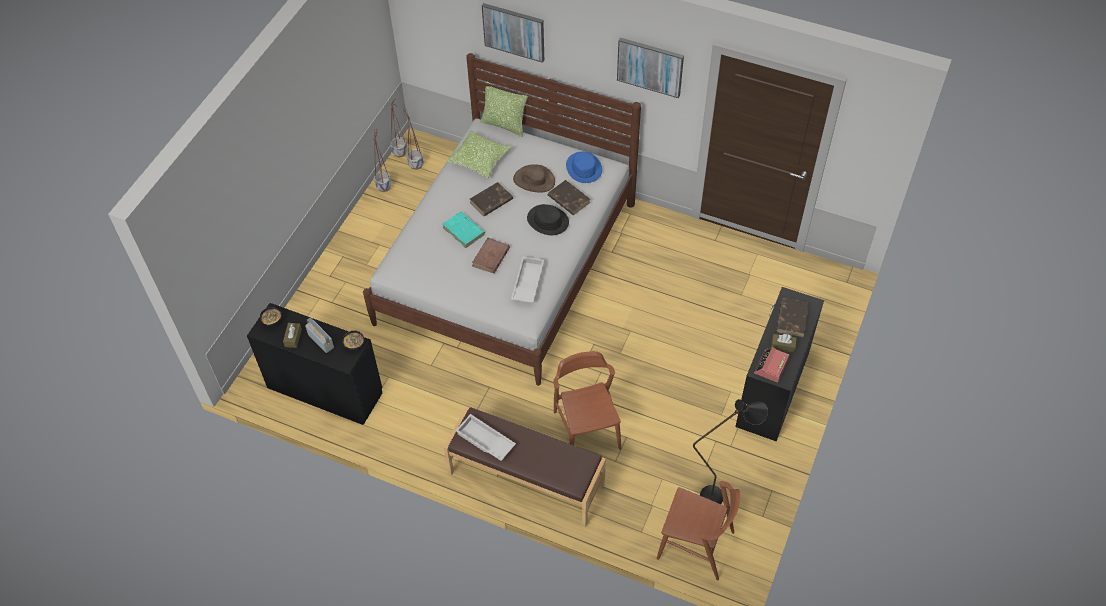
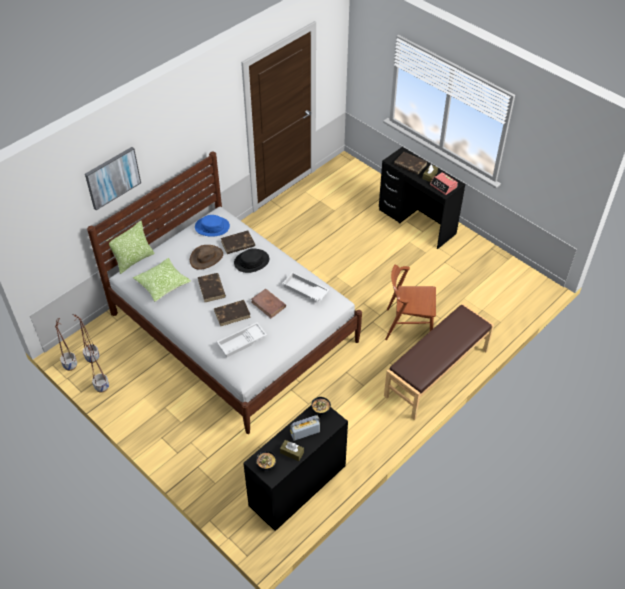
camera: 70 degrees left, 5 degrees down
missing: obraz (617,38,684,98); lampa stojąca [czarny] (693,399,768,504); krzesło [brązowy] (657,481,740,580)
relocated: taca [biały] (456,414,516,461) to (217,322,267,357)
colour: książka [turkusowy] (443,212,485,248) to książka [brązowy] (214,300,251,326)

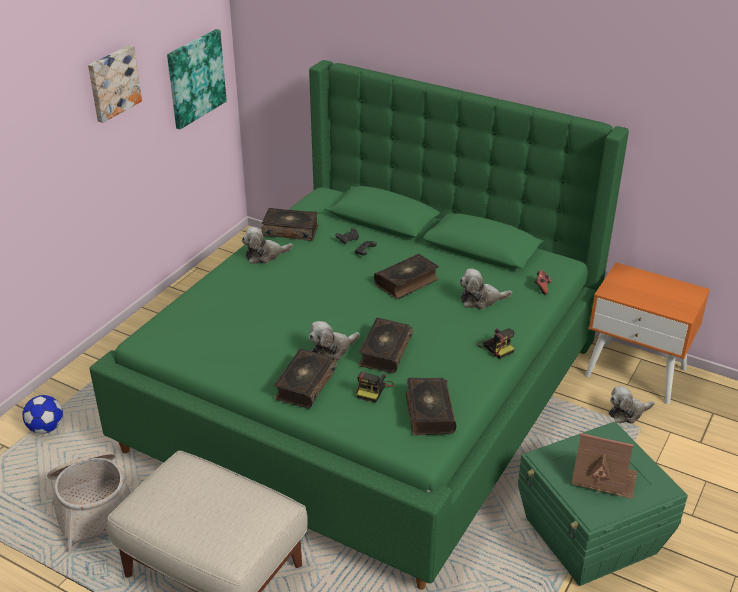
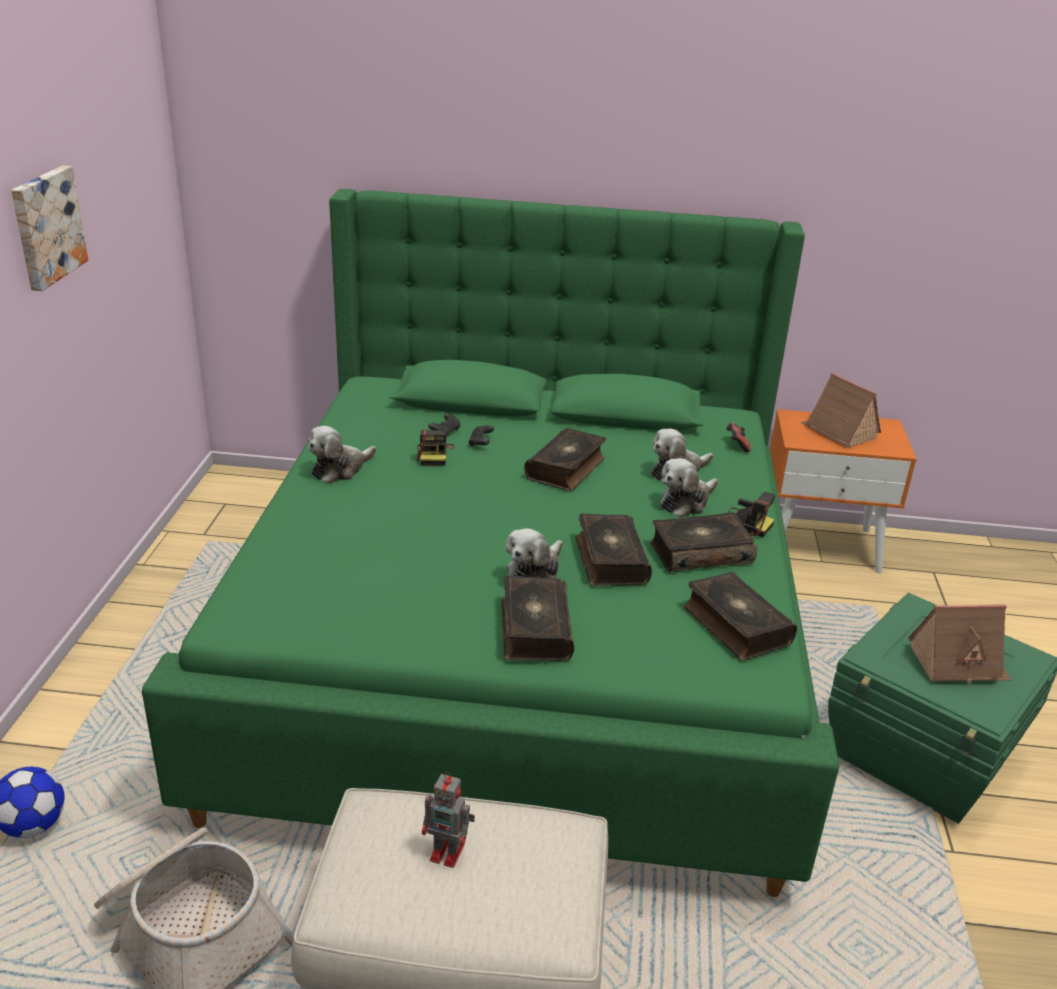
camera: 25 degrees left, 5 degrees down
missing: obraz (167,29,227,129)
appeared: domek (801,373,881,448); robot zabawkowy (422,771,475,868)
relocated: książka (262,208,318,241) to (650,512,757,572); aparat fotograficzny (356,372,394,403) to (417,430,455,465); pluszak (608,386,655,424) to (660,458,718,518)

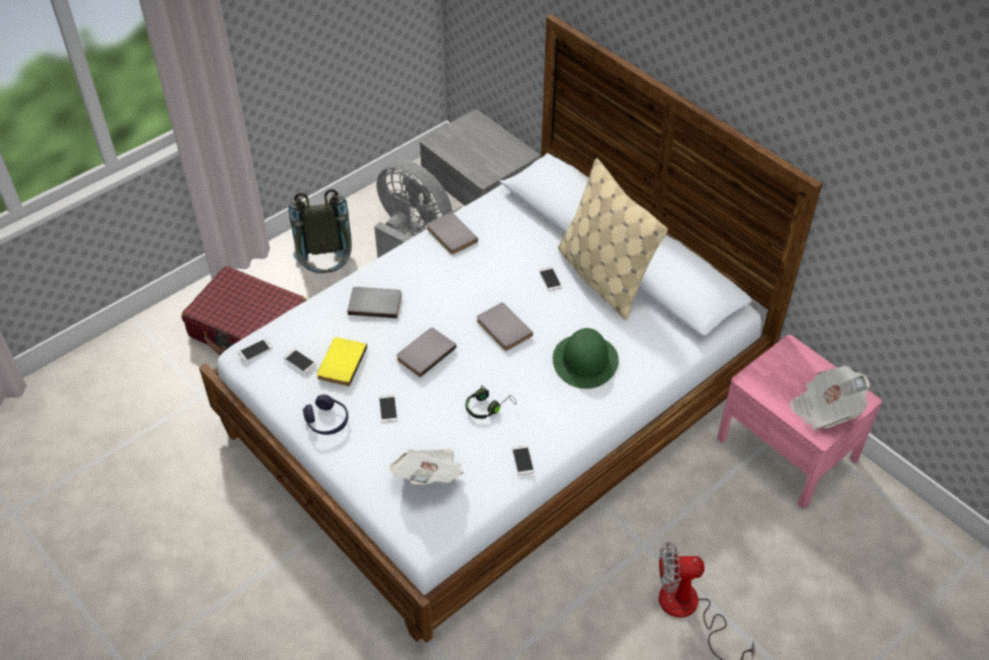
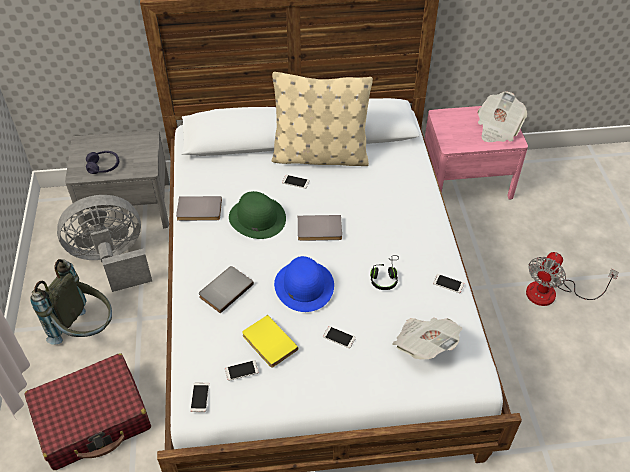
camera: 55 degrees left, 0 degrees up
relocated: kapelusz [zielony] (553,328,619,389) to (229,191,286,239); słuchawki [fioletowy] (303,394,348,435) to (86,151,119,174)
exchanged: książka [szary] (397,328,457,377) to kapelusz [niebieski] (274,256,334,312)

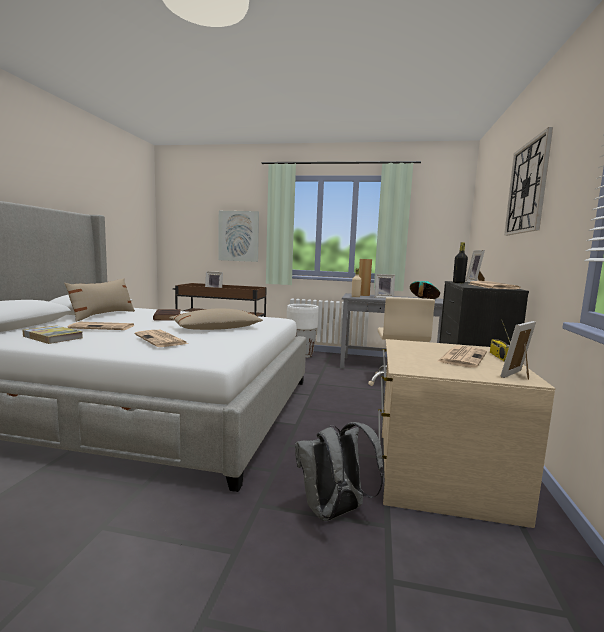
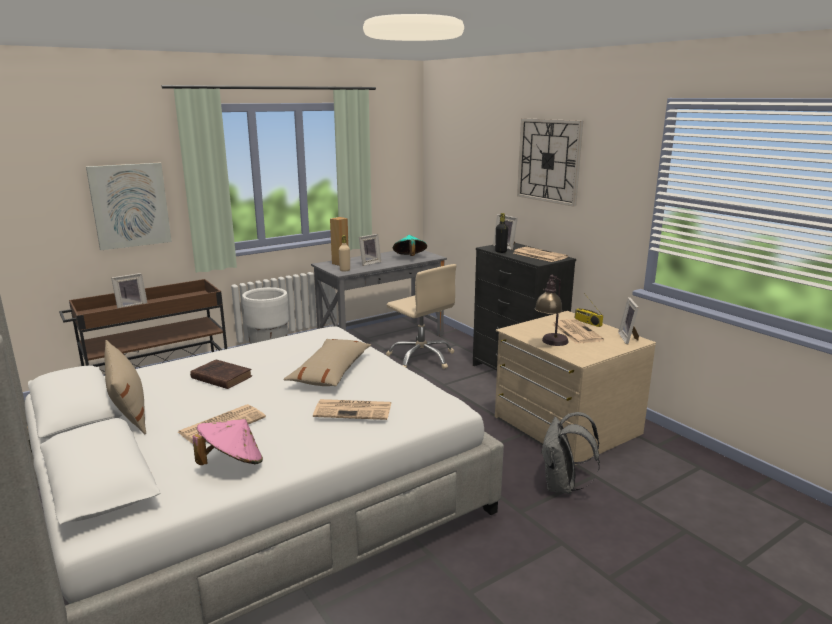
camera: 45 degrees left, 10 degrees up
appeared: lampa stołowa (535,275,569,346)
exchanged: książka (23,325,83,344) to kapelusz [różowy] (193,419,263,465)

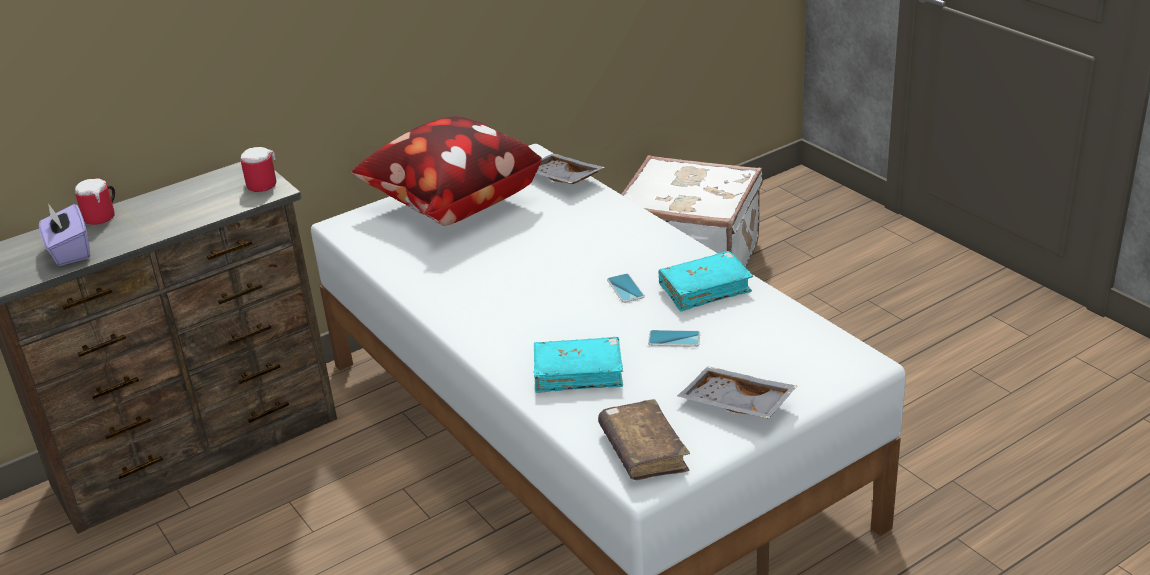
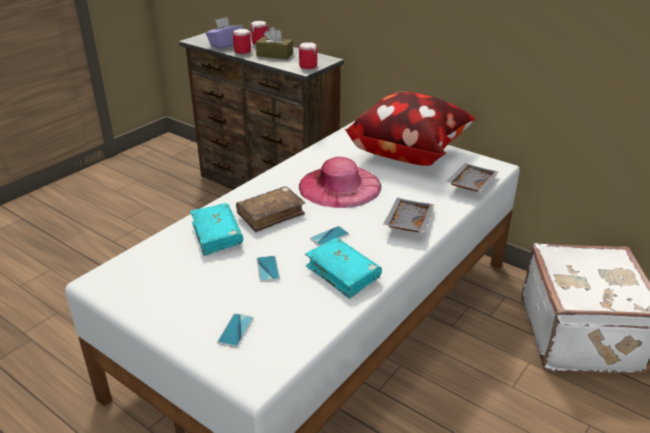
camera: 70 degrees right, 0 degrees up
appeared: pudełko chusteczek [brązowy] (256,27,293,59); kubek (233,29,252,54); kapelusz [różowy] (299,157,382,208); telefon (217,313,254,348)
relocated: taca [szary] (677,366,797,419) to (383,198,435,232); książka [brązowy] (598,399,690,480) to (236,186,305,232)

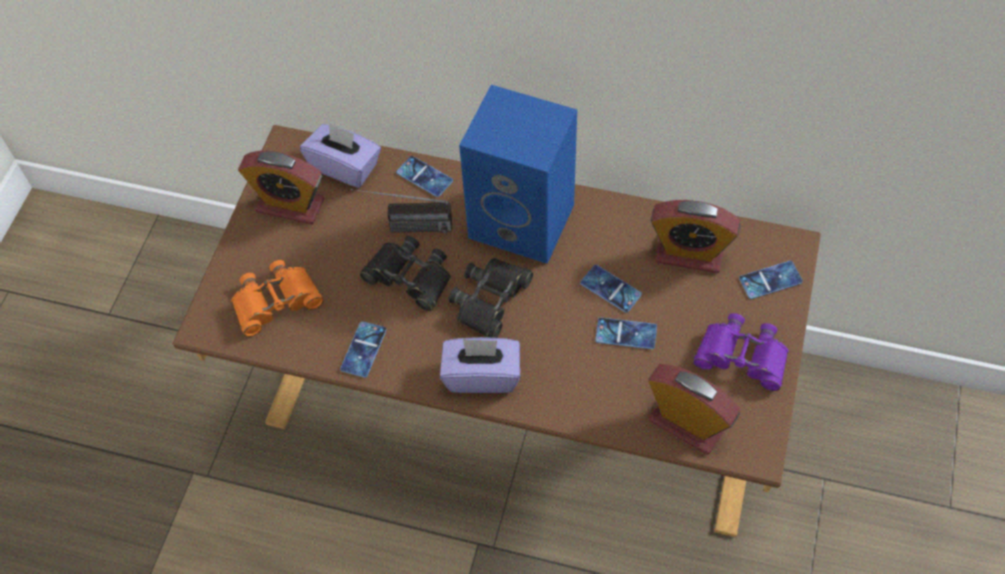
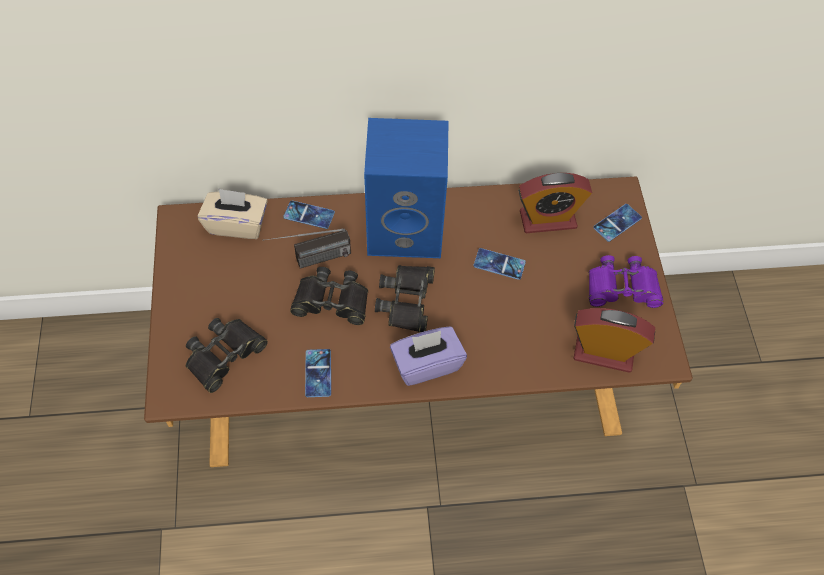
camera: 25 degrees left, 0 degrees up
missing: budzik (238,151,324,225); telefon (595,318,657,349)
colour: pudełko chusteczek [fioletowy] (300,122,381,188) to pudełko chusteczek [beżowy] (198,189,268,239); lornetka [pomarańczowy] (231,260,324,337) to lornetka [czarny] (186,318,268,393)

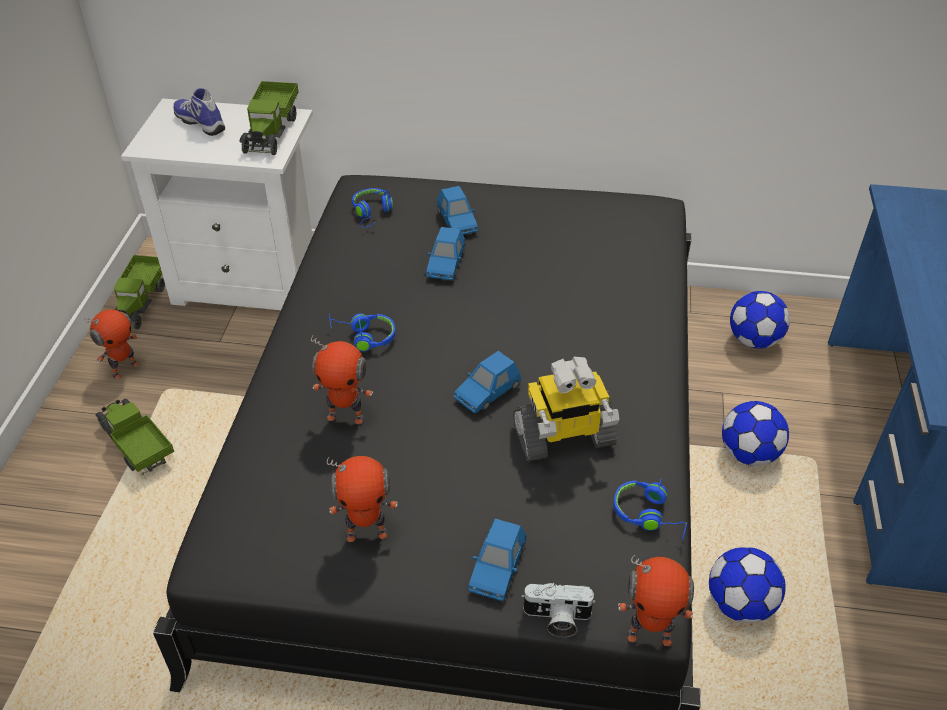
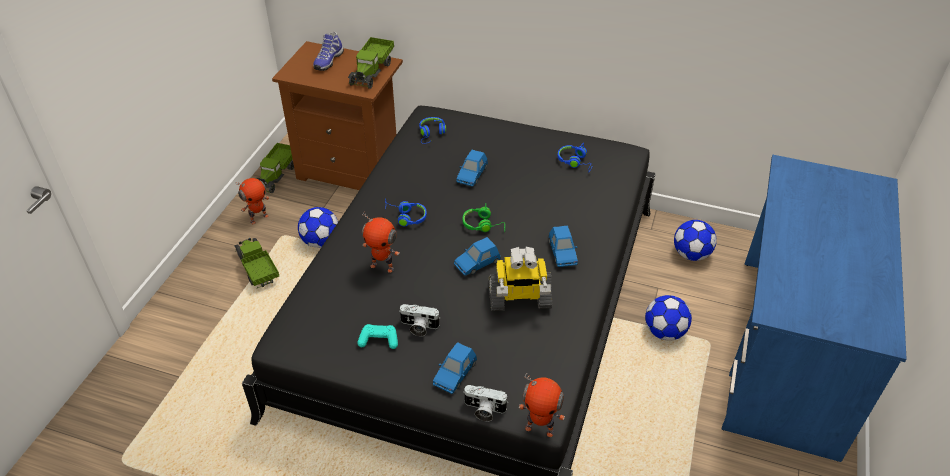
camera: 10 degrees right, 0 degrees up
appeared: słuchawki [zielony] (463,203,505,232); aparat fotograficzny (399,304,440,336)
relocated: samochodzik [niebieski] (437,186,478,235) to (548,226,578,267); słuchawki [niebieski] (613,479,687,541) to (557,143,593,173); piłka futbolowa (709,547,786,623) to (298,207,338,248)
exchanged: robot zabawkowy (327,456,398,542) to pad do gier [turkusowy] (358,324,398,349)
colour: szafka nocna [biały] (121,98,313,310) to szafka nocna [brązowy] (272,41,403,190)
spun: but (173,88,225,136) = (313,32,344,71) 120 degrees counterclockwise

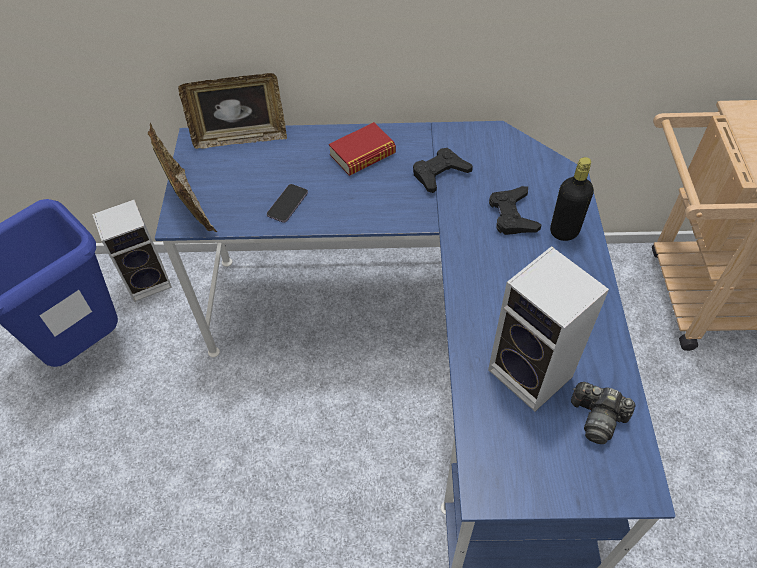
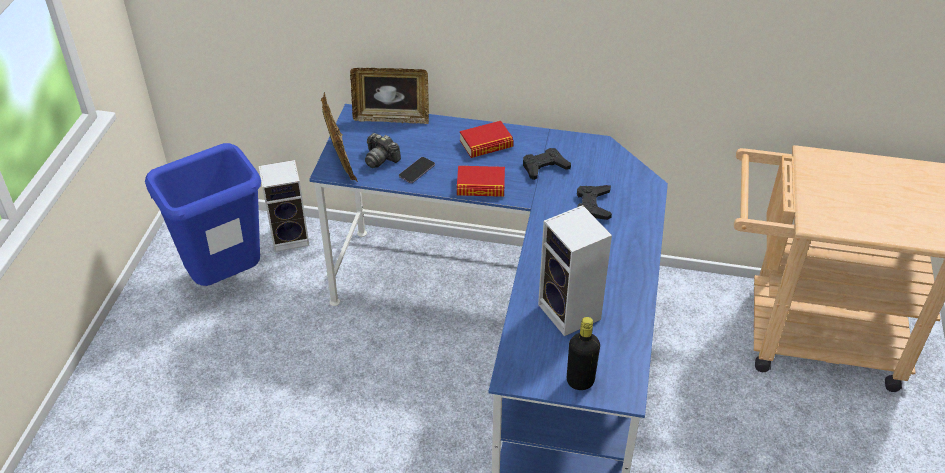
camera: 10 degrees right, 10 degrees down
appeared: książka (457,166,505,197)
relocated: butelka [czarny] (550,157,594,241) to (567,317,600,390); aparat fotograficzny (571,382,635,444) to (365,133,401,168)

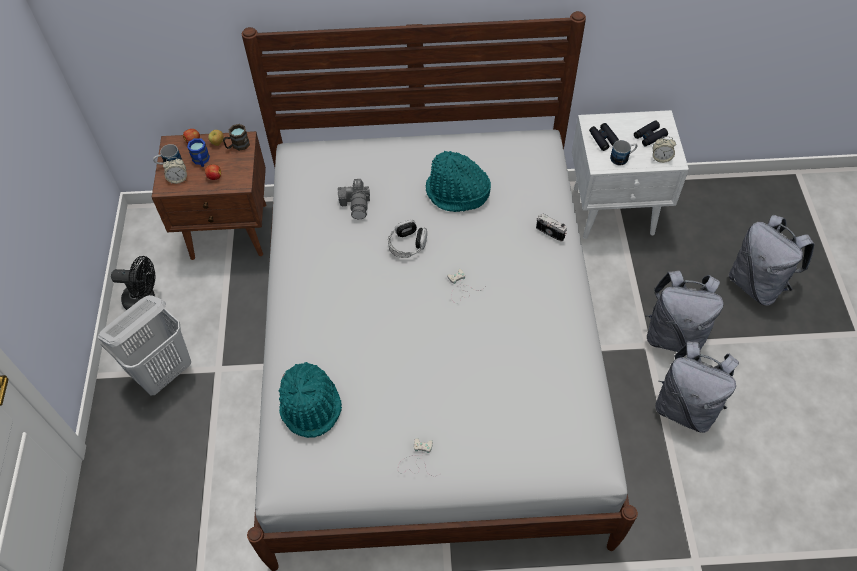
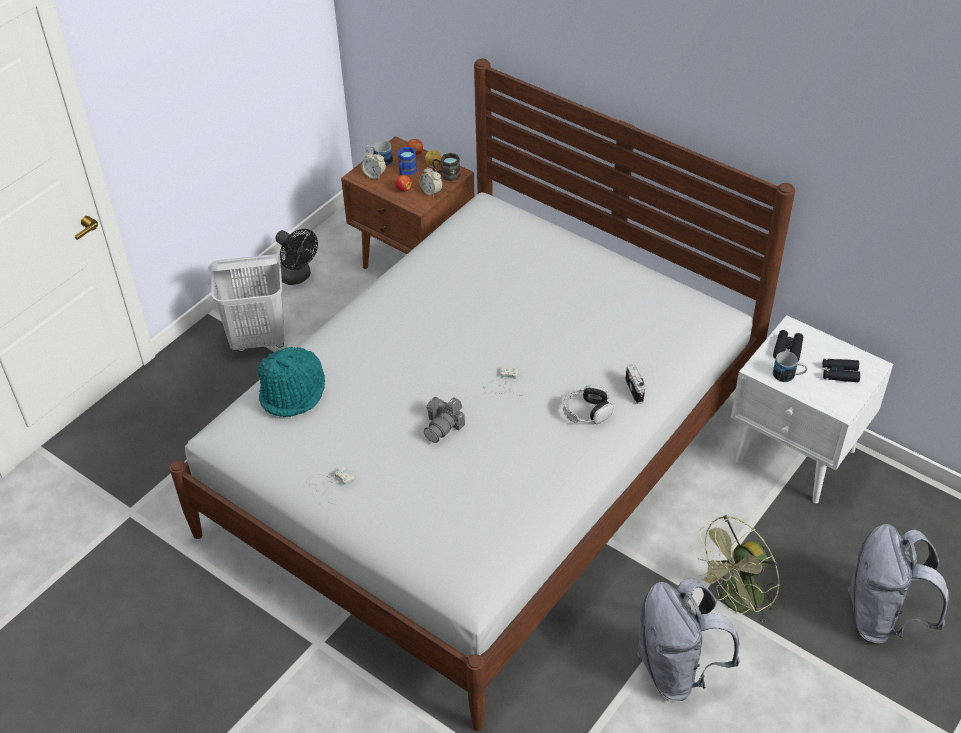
camera: 40 degrees right, 10 degrees down
missing: kapelusz [turkusowy] (426,151,491,212)
relocated: budzik (652,136,676,163) to (419,166,443,197); aparat fotograficzny (337,179,370,219) to (424,397,465,443); słuchawki (388,219,427,258) to (563,385,613,424)
exchanged: plecak [szary] (646,270,723,352) to wentylator [zielony] (693,515,780,623)

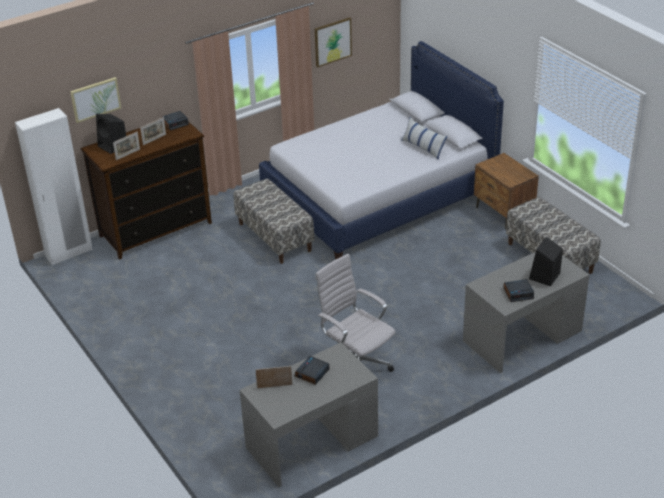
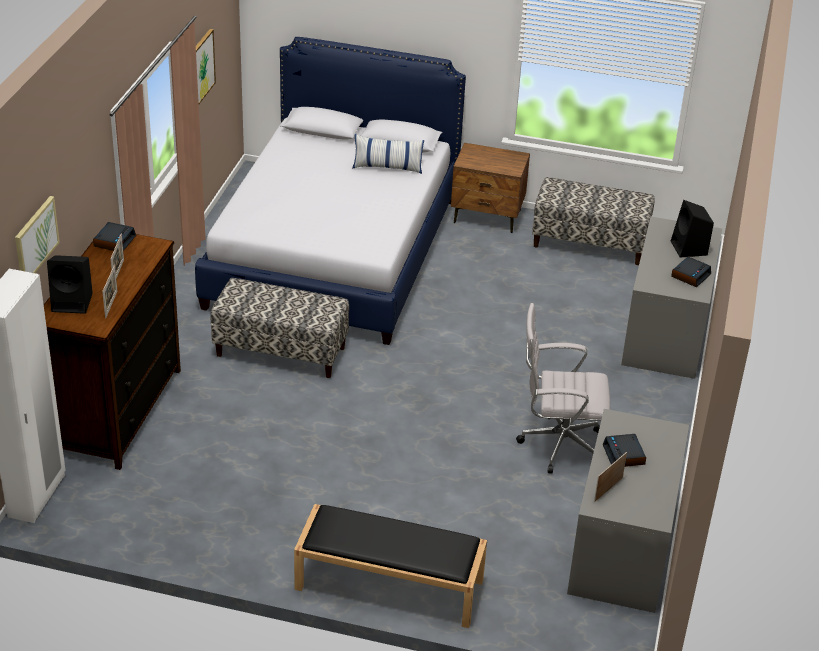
camera: 45 degrees left, 0 degrees up
appeared: ławka [czarny] (294,504,487,628)

